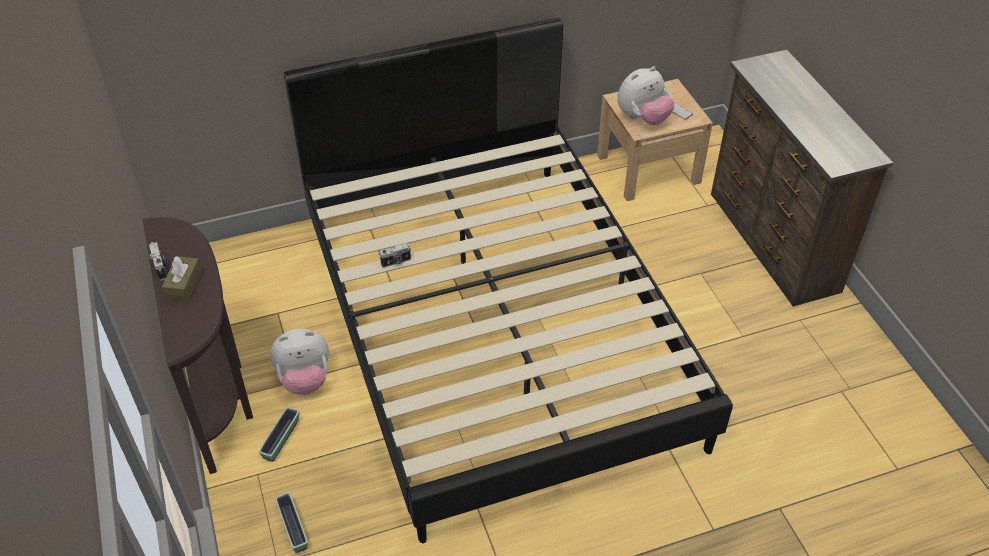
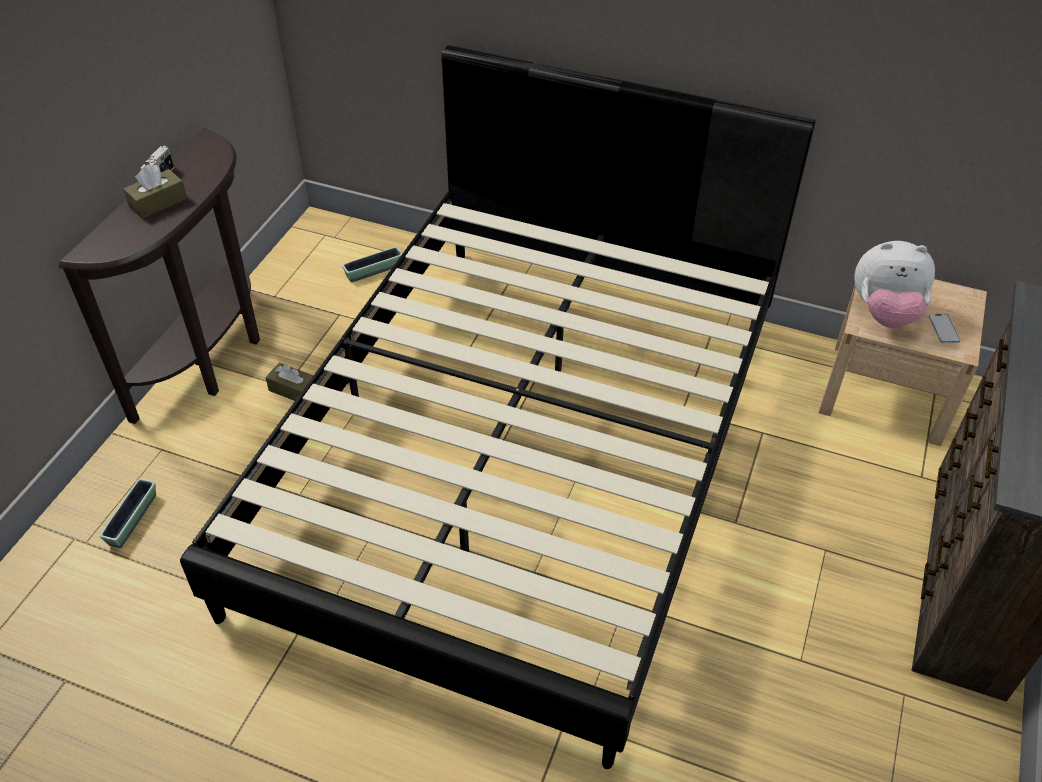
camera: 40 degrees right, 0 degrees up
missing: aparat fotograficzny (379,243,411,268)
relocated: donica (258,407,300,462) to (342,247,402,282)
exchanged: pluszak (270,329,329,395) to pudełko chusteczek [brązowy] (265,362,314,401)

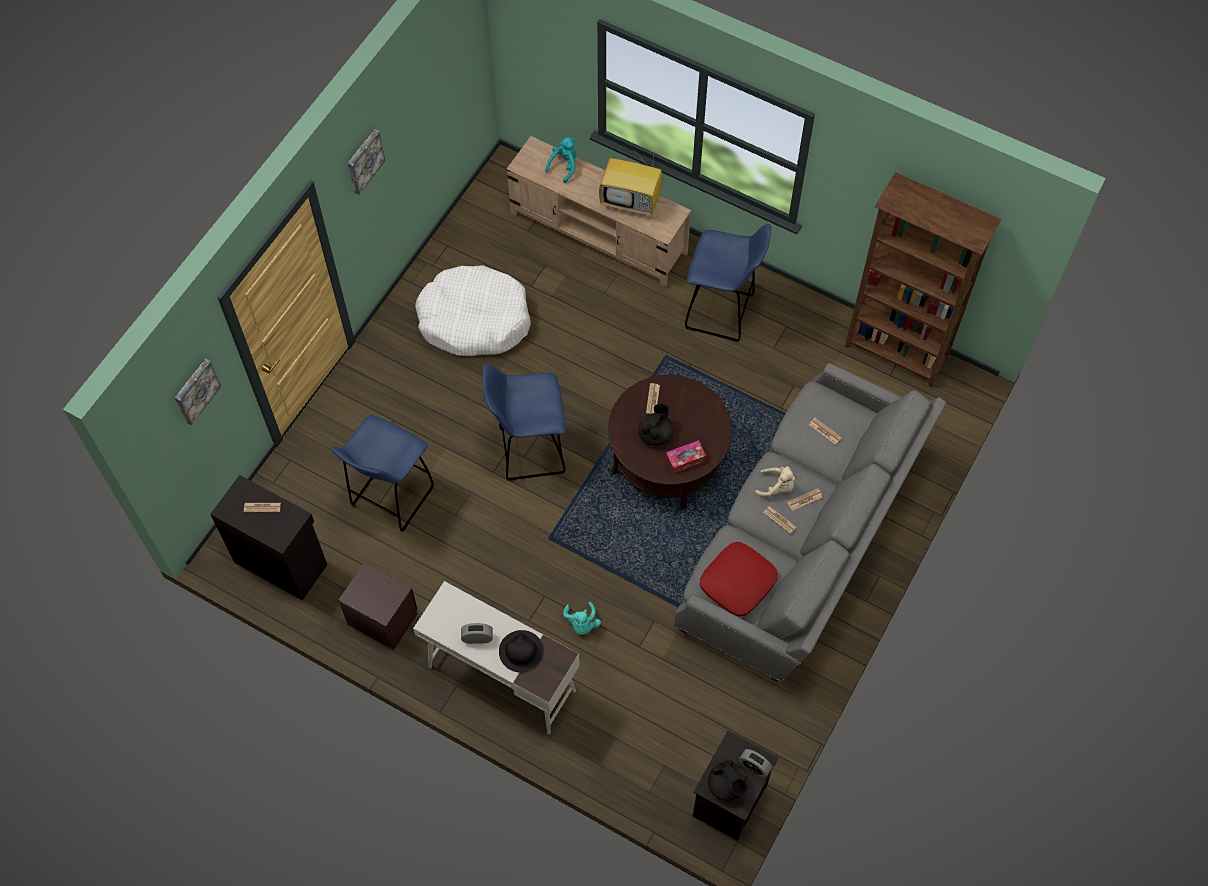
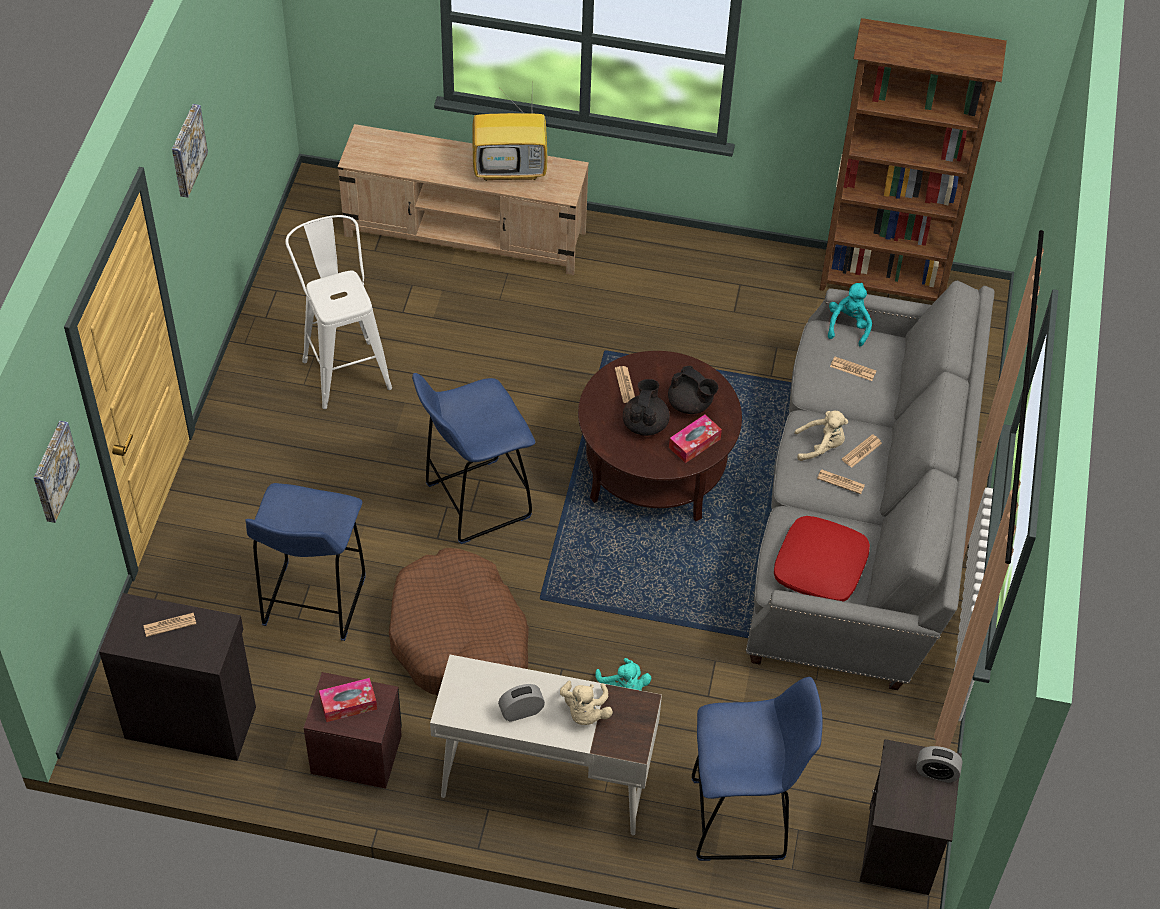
camera: 20 degrees left, 10 degrees down
appeared: legowisko [brązowy] (389,548,529,695); pudełko chusteczek (319,678,377,722)
relocated: pluszak [turkusowy] (545,137,577,183) to (828,283,872,347); stołek [niebieski] (685,224,771,342) to (692,677,823,861); imbryk [czarny] (708,759,748,801) to (668,366,718,414)
exchanged: legowisko [biały] (415,265,531,356) to stołek [biały] (285,215,392,409); kapelusz [czarny] (499,630,544,672) to pluszak [beżowy] (560,681,613,725)

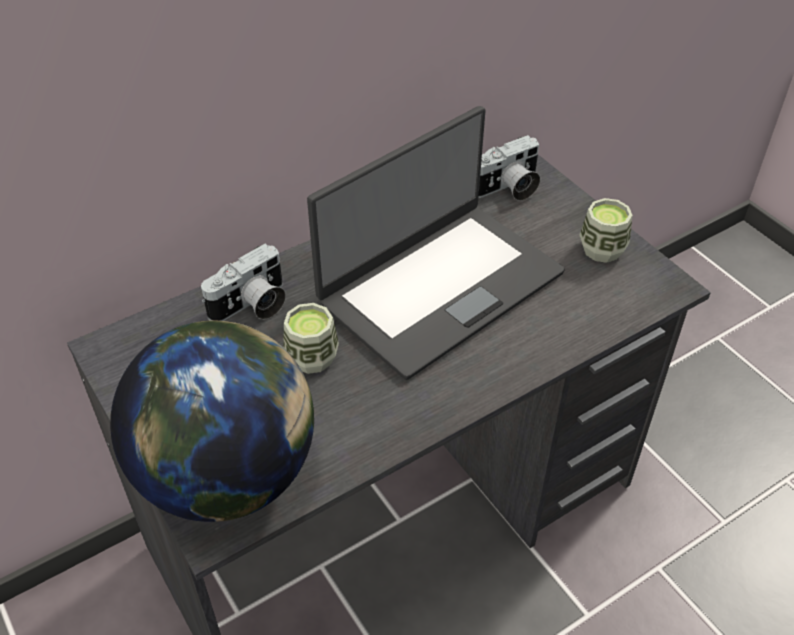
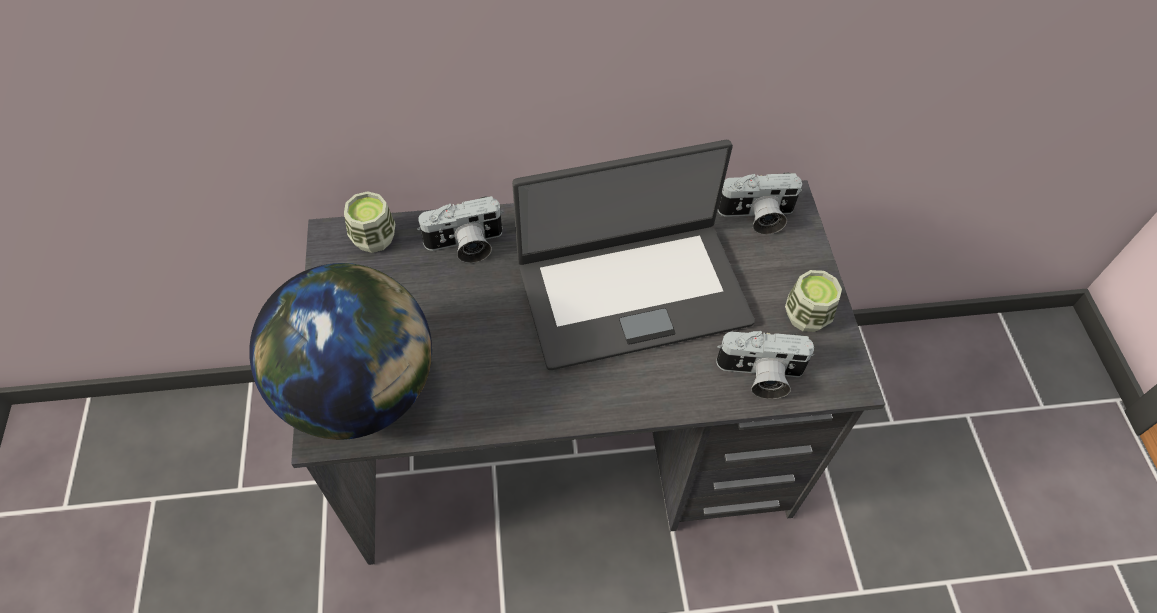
camera: 25 degrees right, 10 degrees up
appeared: aparat fotograficzny (716,331,814,399)
relocated: filiżanka (283,303,339,374) to (344,191,395,253)

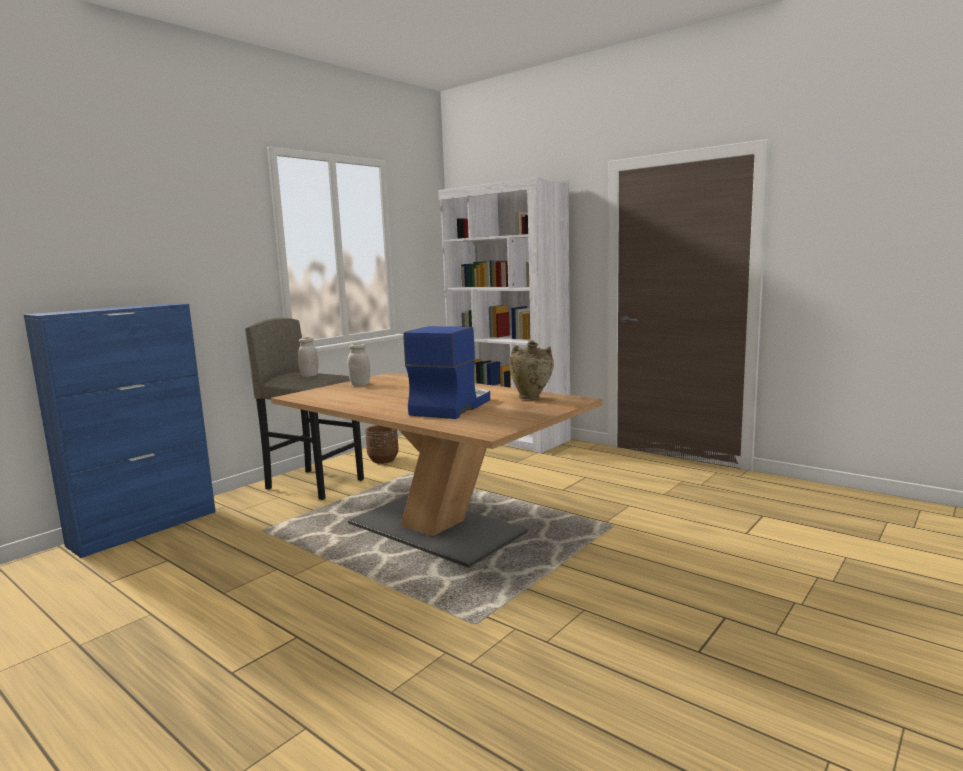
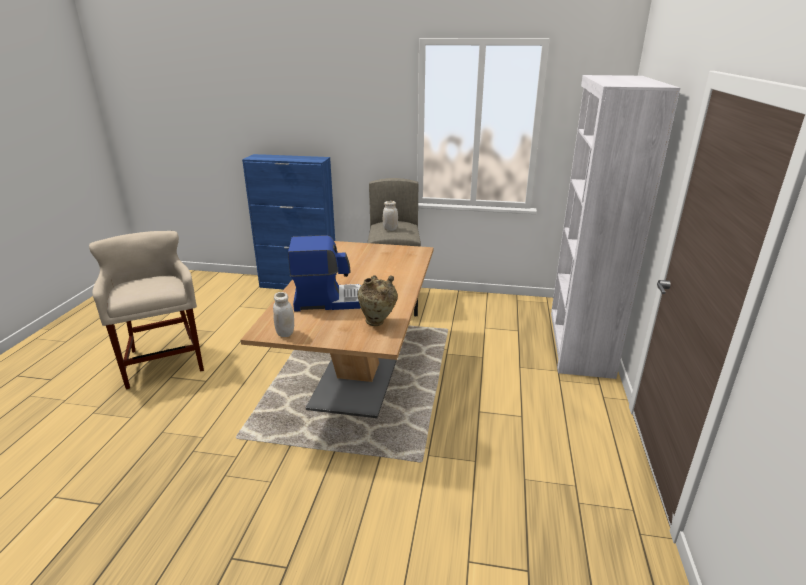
camera: 60 degrees right, 15 degrees up
missing: donica [brązowy] (365,425,399,464)
appeared: stołek [beżowy] (89,231,204,390)
relocated: słoik [biały] (347,344,370,386) to (273,292,294,337)

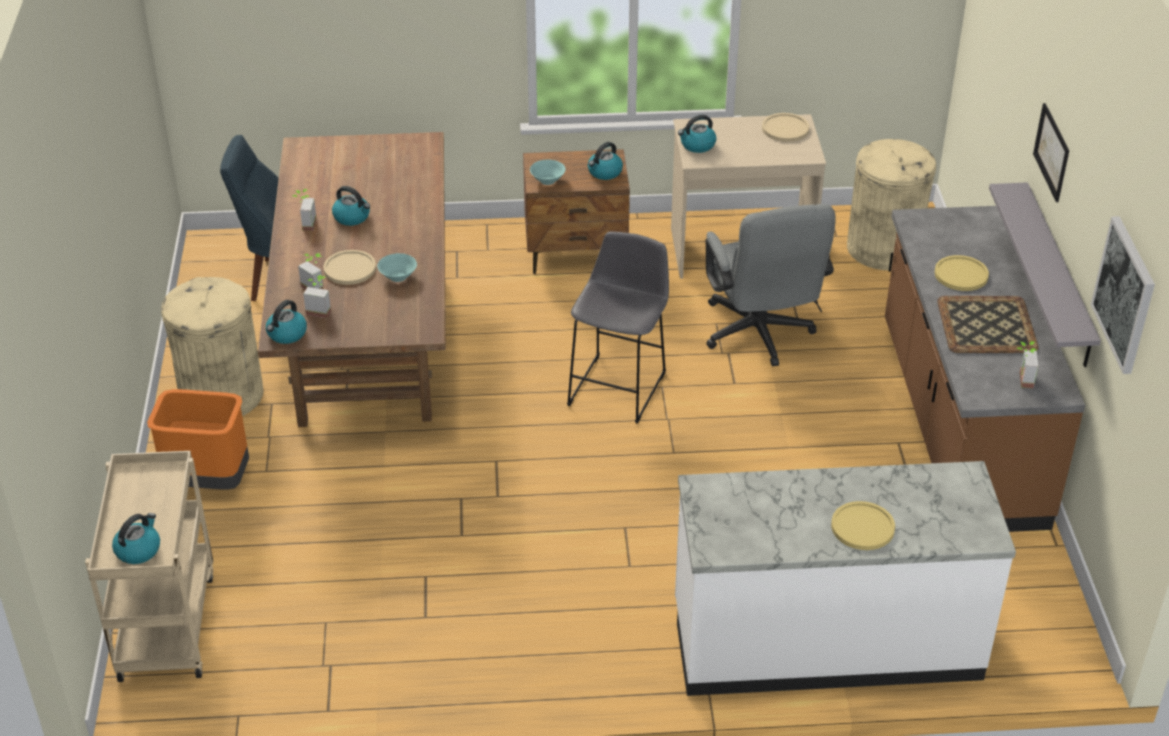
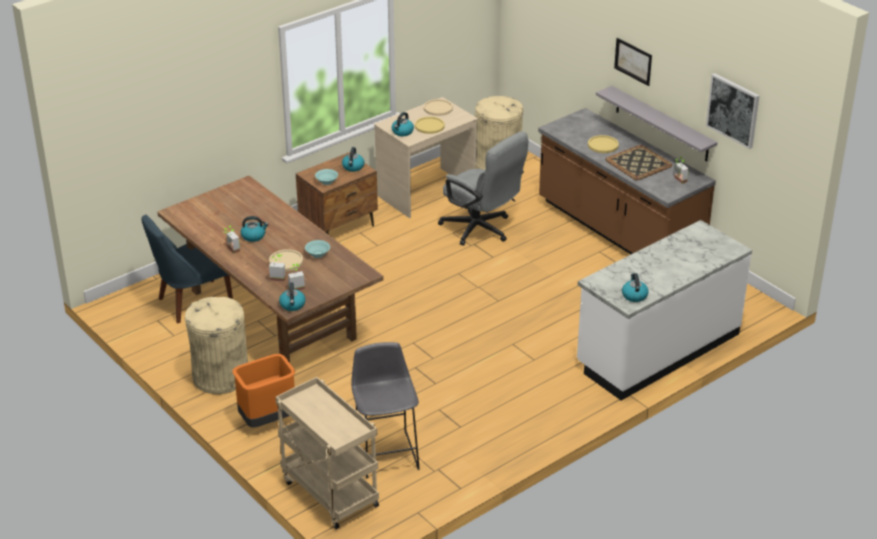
camera: 35 degrees left, 5 degrees down
relocated: stołek [szary] (567,232,669,424) to (351,342,420,478); talerz [żółty] (831,501,895,550) to (415,117,445,134); czajnik (112,513,160,564) to (622,273,648,302)

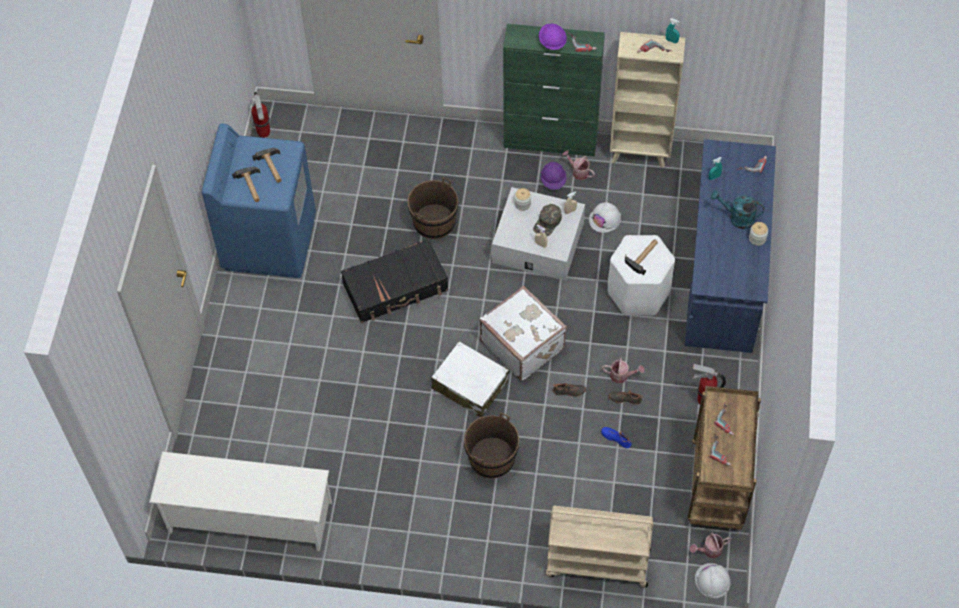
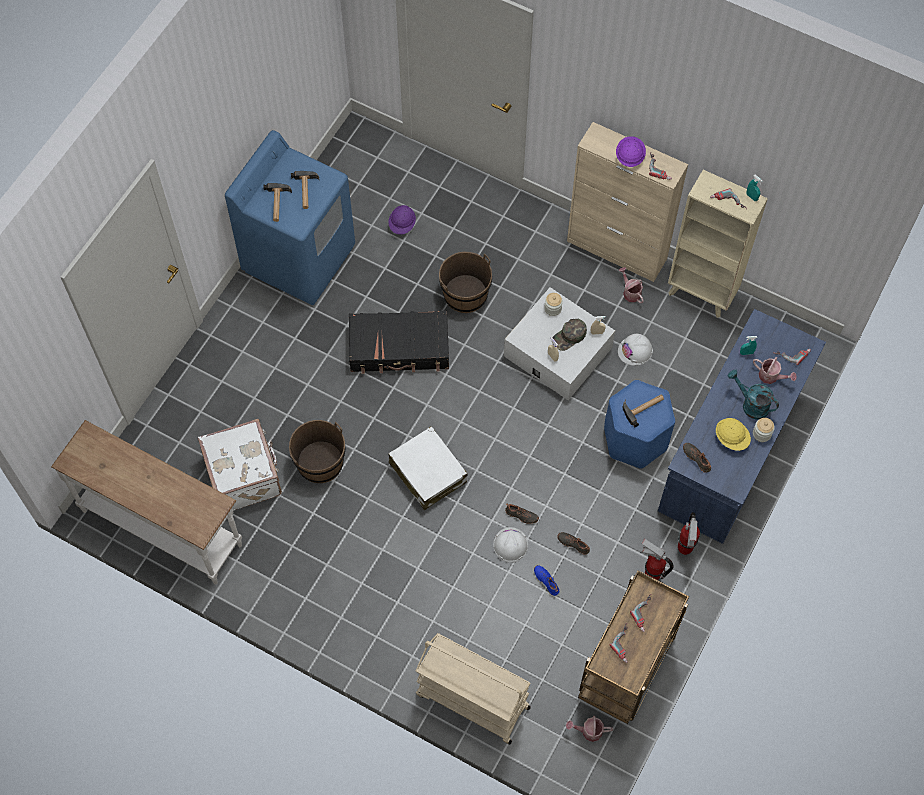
camera: 20 degrees right, 5 degrees up
appeared: kask [żółty] (716,418,751,451); but [czarny] (683,443,711,473)
relocated: gaśnica (251,92,270,138) to (678,512,700,555); kask [fioletowy] (541,162,566,190) to (388,205,416,235); walizka [biały] (479,286,567,381) to (198,419,282,511); konewka (602,358,644,383) to (753,357,797,384); wiadro [brązowy] (464,412,519,478) to (289,420,346,483); kask [biały] (695,563,730,598) to (493,527,528,563)
exchanged: regał na buty [biały] (149,451,332,551) to stolik konsolowy [biały] (51,420,242,585)
colour: szafka [zielony] (503,24,605,157) to szafka [beżowy] (567,122,688,282); stołek [biały] (608,235,675,316) to stołek [niebieski] (604,380,675,469)

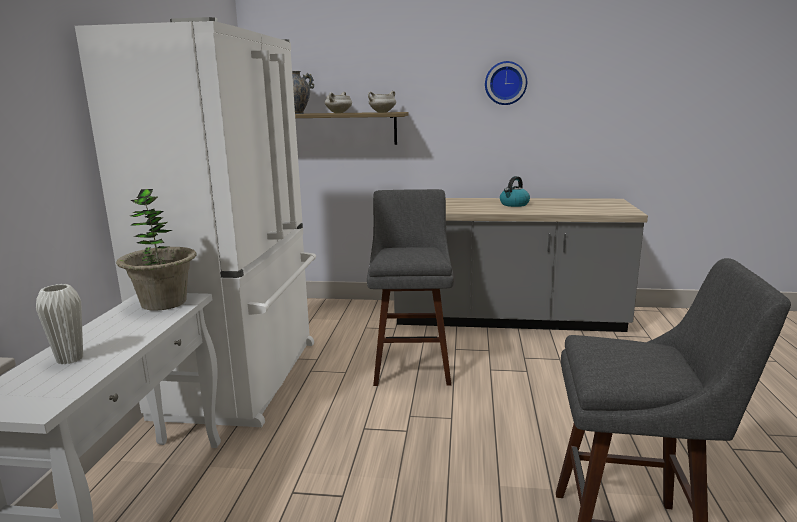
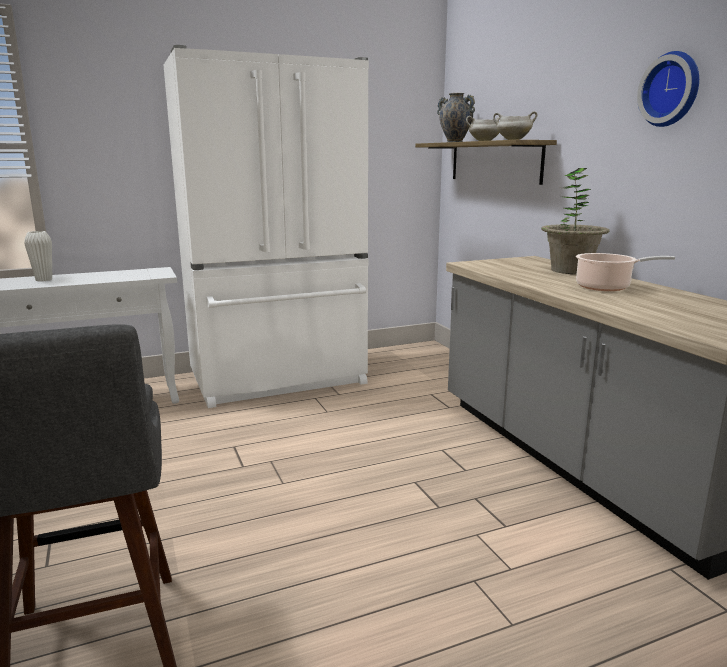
camera: 60 degrees right, 0 degrees up
missing: stołek [szary] (367,189,454,386)
relocated: roślina doniczkowa (116,189,197,311) to (541,168,610,274)
exchanged: czajnik (500,176,530,207) to garnek (576,253,675,291)

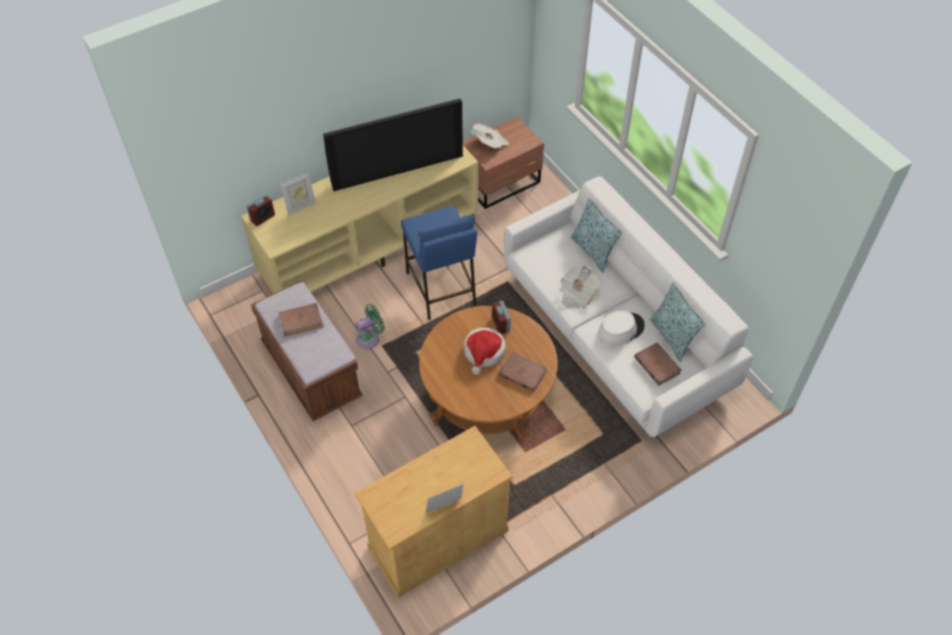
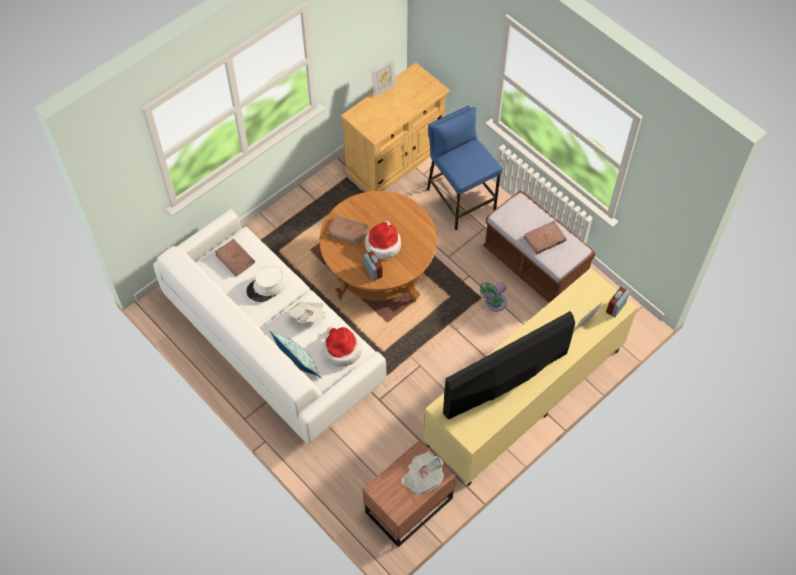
camera: 170 degrees right, 5 degrees up
missing: poduszka (649,282,705,362)
appeared: kapelusz (323,327,361,367)
relocated: stołek [niebieski] (401,206,477,320) to (427,106,502,230)

